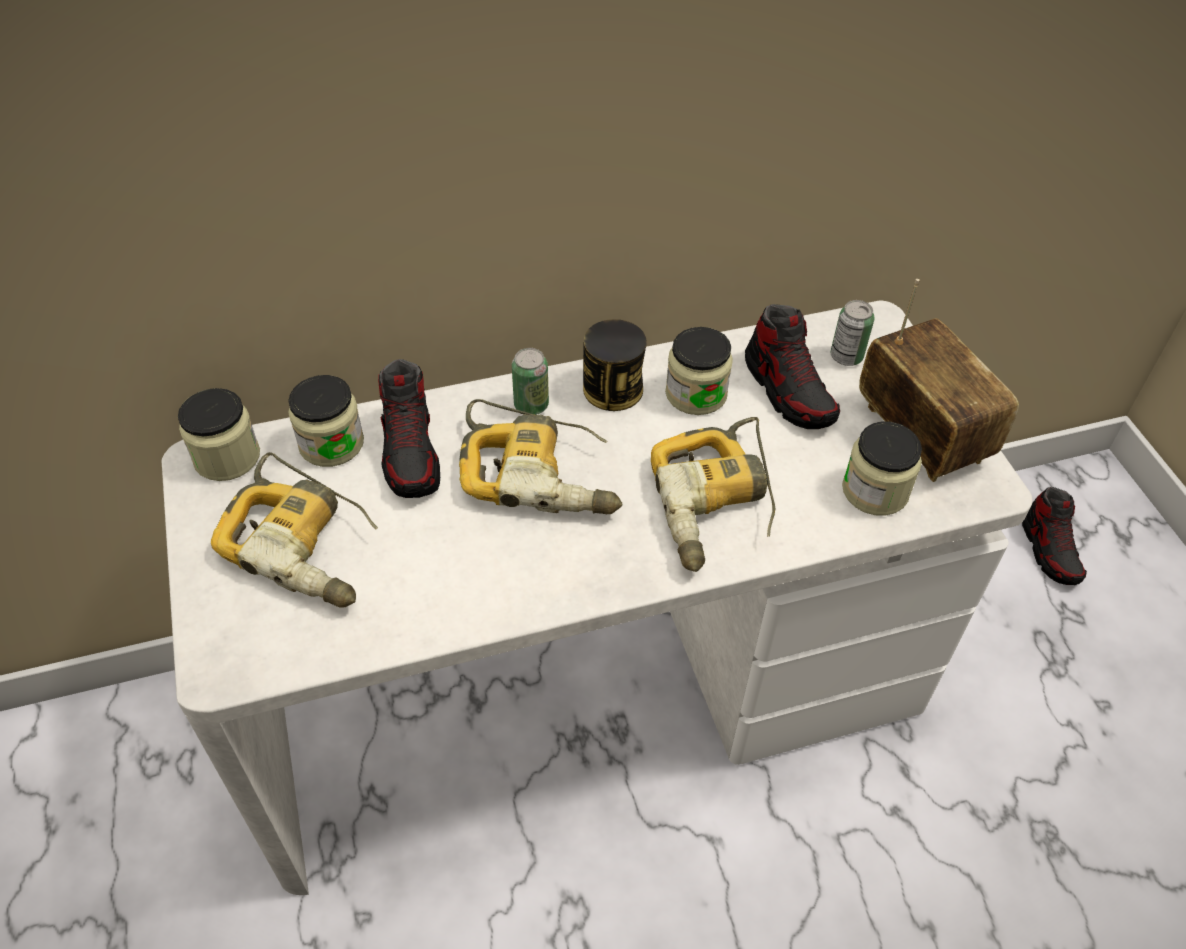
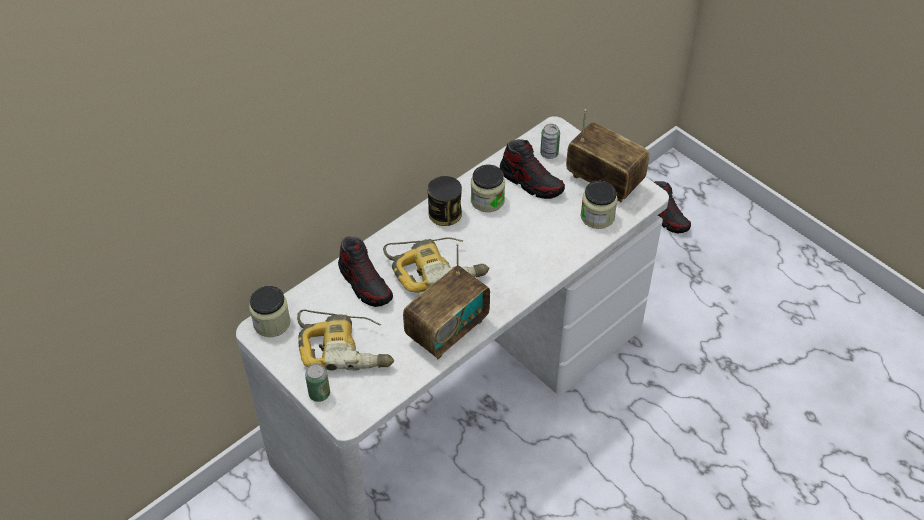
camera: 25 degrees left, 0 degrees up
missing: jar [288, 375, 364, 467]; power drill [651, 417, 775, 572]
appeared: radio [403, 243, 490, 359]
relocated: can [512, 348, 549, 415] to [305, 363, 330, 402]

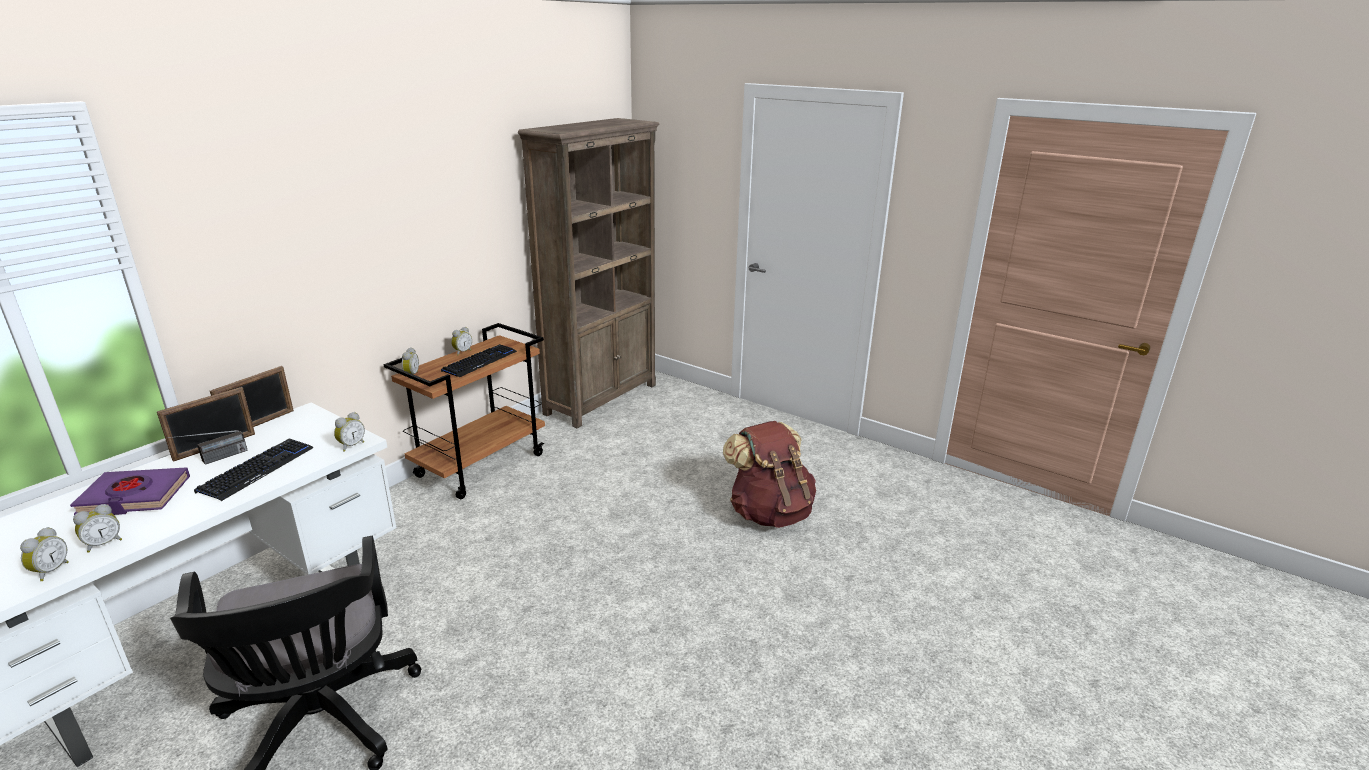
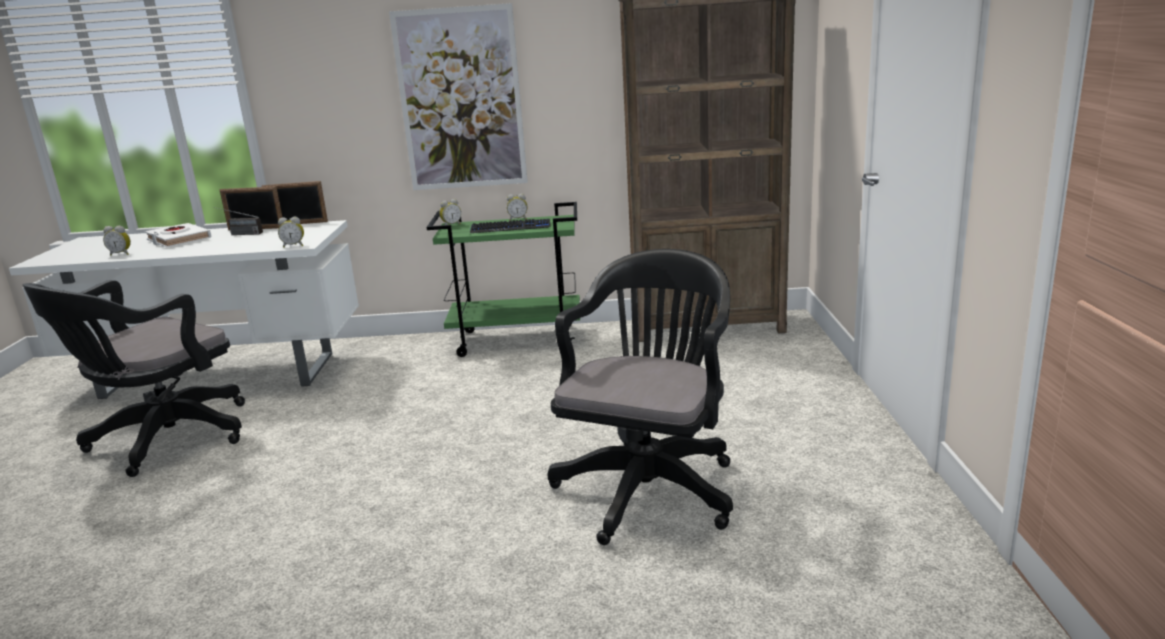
camera: 55 degrees right, 5 degrees down
missing: alarm clock [20, 527, 69, 581]; keyboard [194, 438, 314, 501]
appeared: picture [389, 3, 528, 190]
exchanged: brown backpack [723, 421, 816, 528] to black office chair [548, 249, 733, 545]
colour: purple book [70, 467, 190, 515] to white book [145, 223, 211, 247]; brown cart [383, 323, 545, 499] to green cart [426, 202, 580, 357]

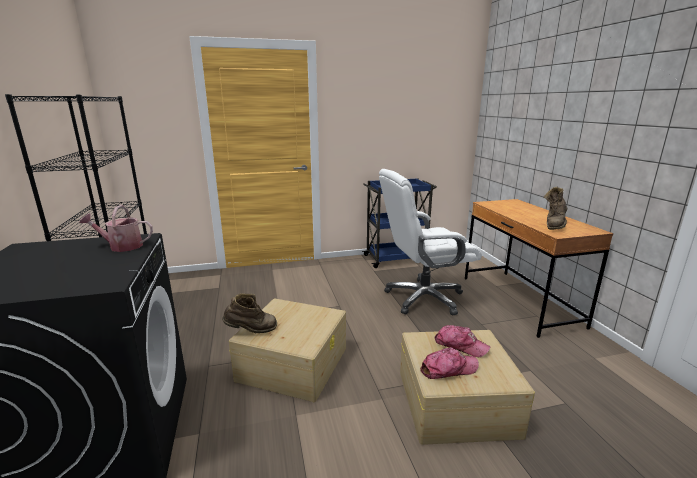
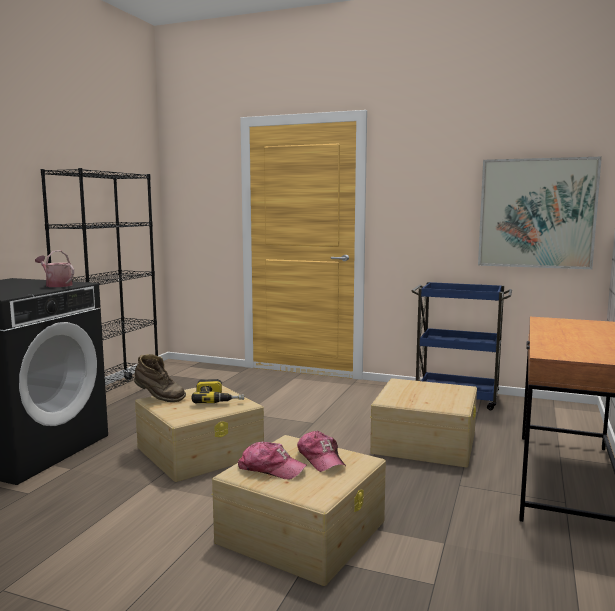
camera: 35 degrees right, 10 degrees down
missing: brown boot [544, 187, 567, 230]
appeared: power drill [191, 379, 244, 403]; picture [478, 157, 602, 269]
exchanged: white office chair [379, 169, 482, 316] to beige storage box [370, 378, 477, 467]

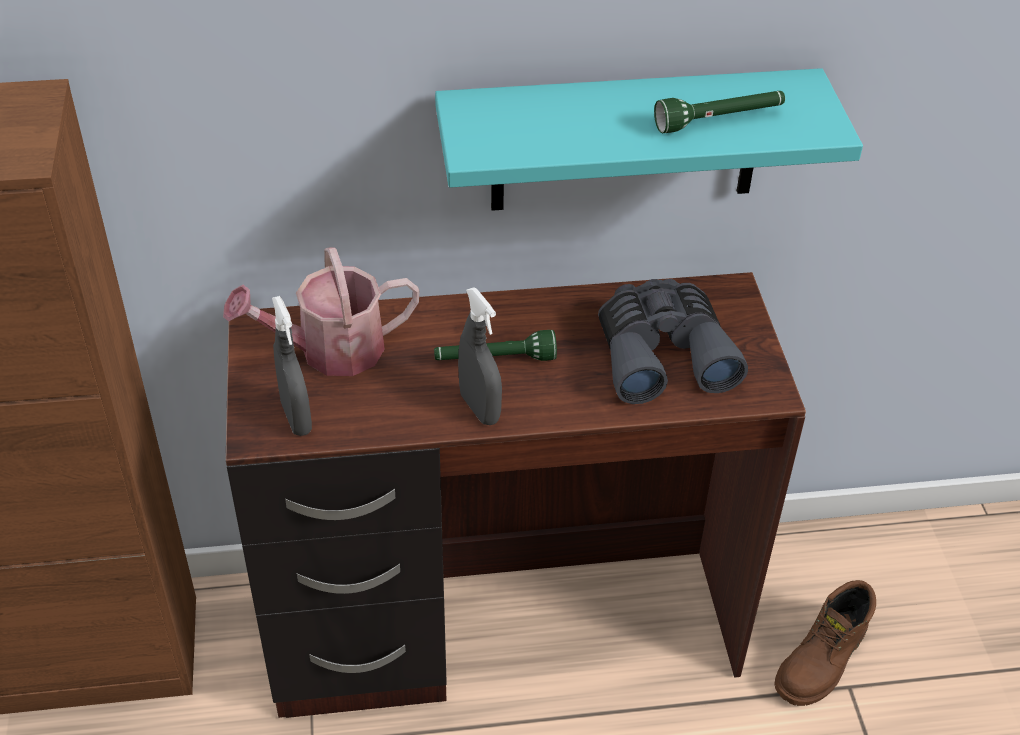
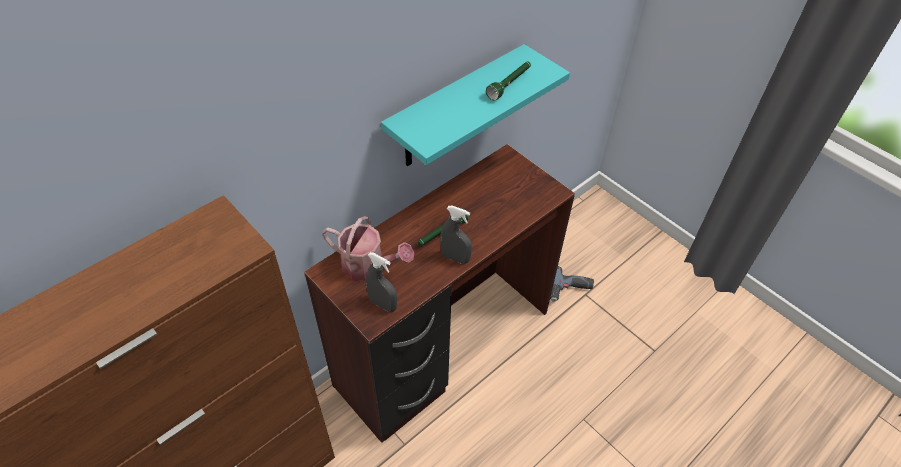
camera: 35 degrees left, 5 degrees up
missing: grey binoculars [598, 279, 748, 404]
exchanged: brown boot [774, 580, 876, 706] to power drill [550, 266, 594, 302]
spun: watering can [223, 247, 419, 376] = [322, 216, 414, 281] 105 degrees counterclockwise

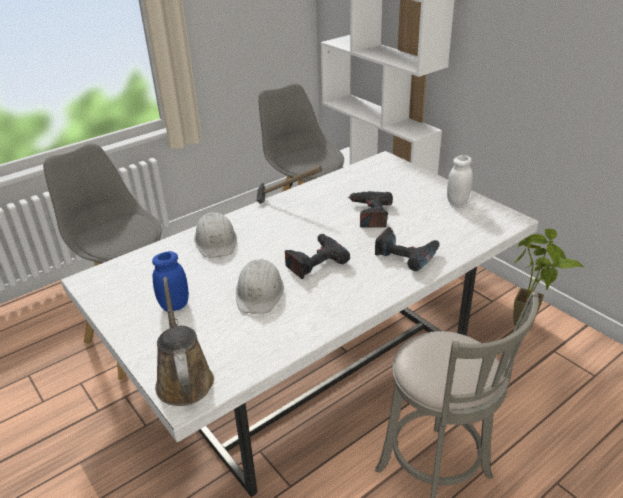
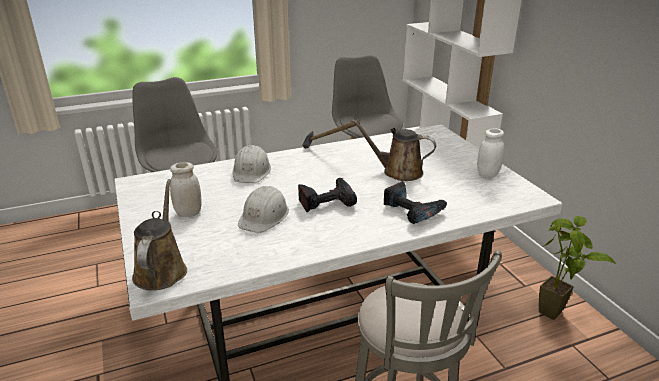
camera: 15 degrees right, 5 degrees down
exchanged: power drill [348, 191, 393, 228] to brown watering can [351, 119, 436, 181]
colour: blue jar [152, 251, 189, 311] to white jar [170, 162, 202, 217]

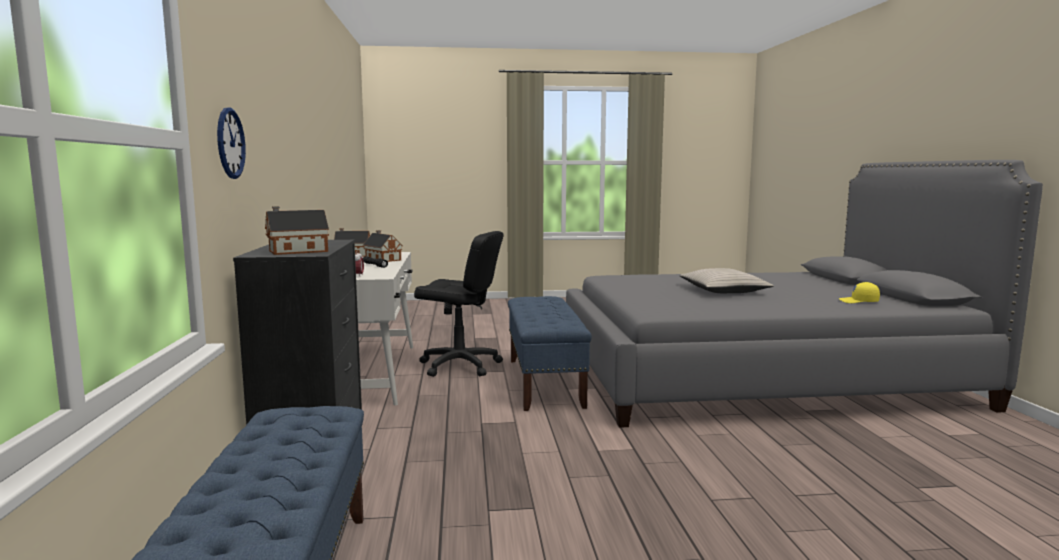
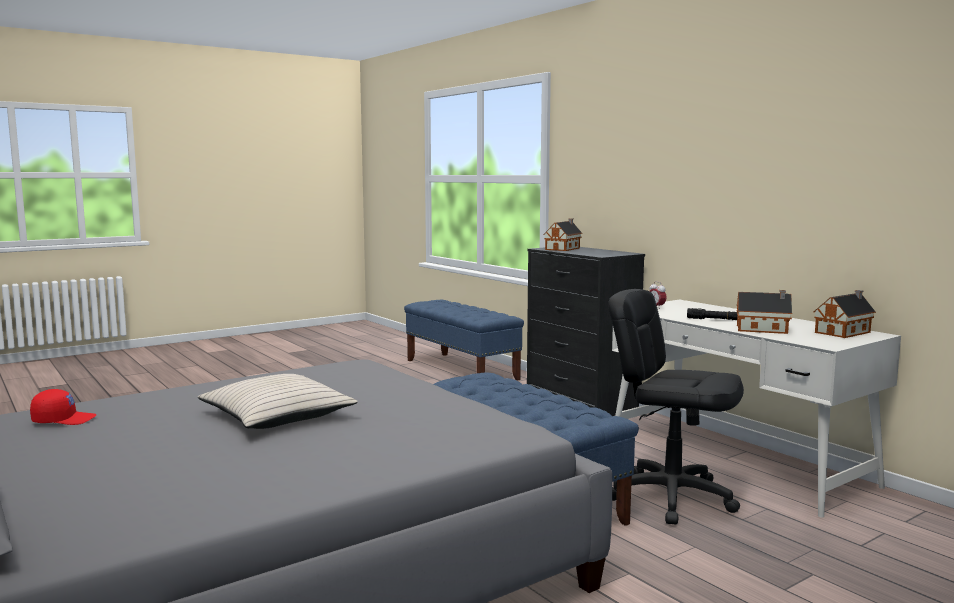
camera: 150 degrees right, 0 degrees up
missing: wall clock [217, 107, 246, 179]
colour: yellow cap [839, 282, 880, 303] to red cap [30, 389, 97, 425]
spun: black office chair [414, 231, 503, 377] = [608, 289, 744, 525] 45 degrees clockwise

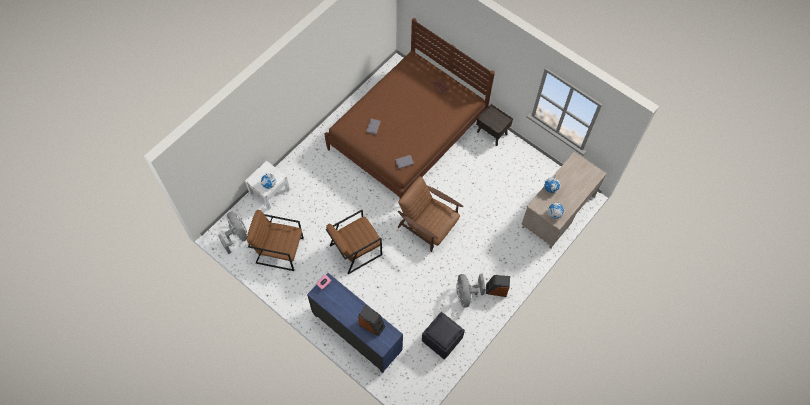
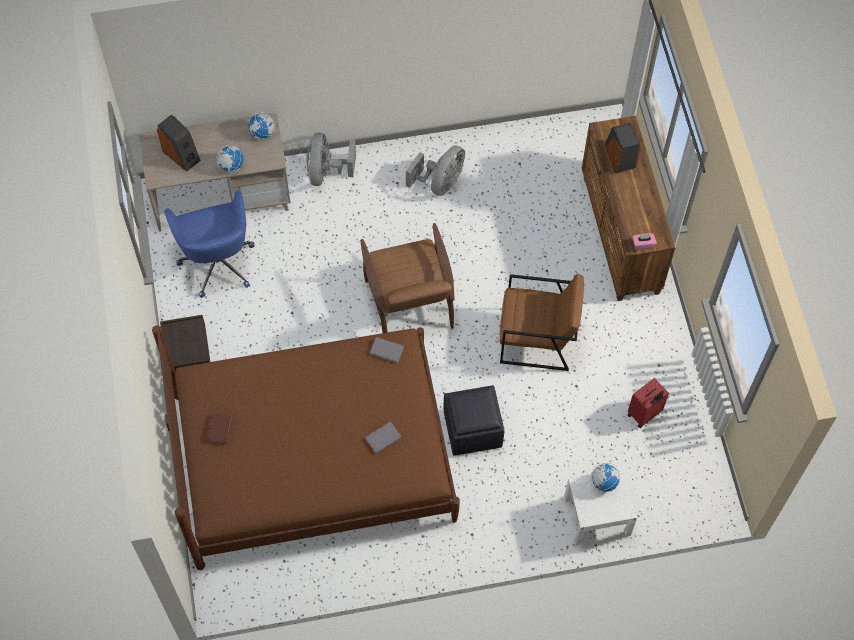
camera: 140 degrees left, 0 degrees up
appeared: blue office chair [164, 191, 255, 298]
relocated: grey fan [218, 212, 248, 254] to [306, 132, 356, 186]; black ottoman [422, 312, 465, 360] to [444, 385, 504, 456]; speaker [486, 275, 510, 297] to [157, 114, 201, 171]
exchanged: brown armchair [247, 210, 304, 271] to red suitcase [627, 378, 669, 428]
colour: blue dresser [307, 273, 403, 373] to brown dresser [582, 116, 675, 301]

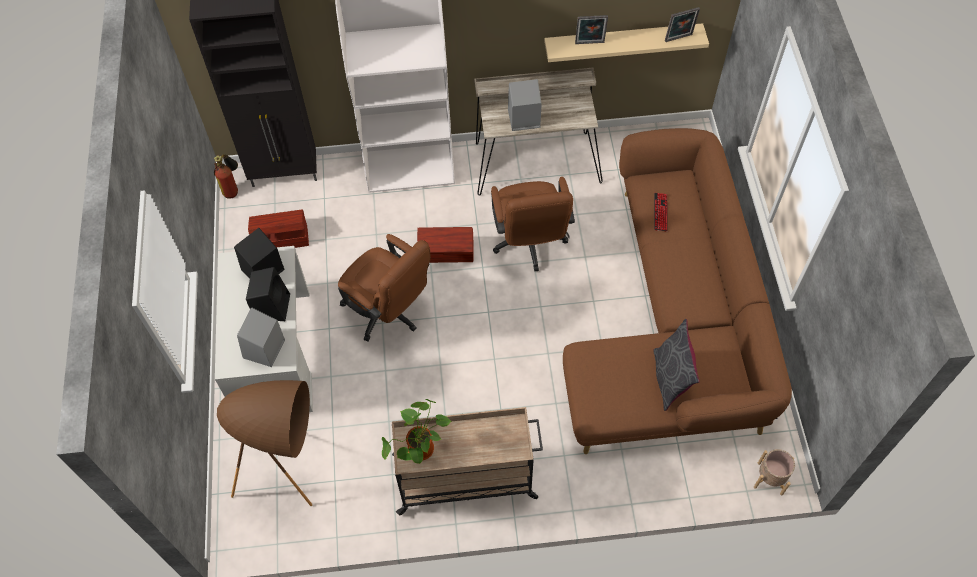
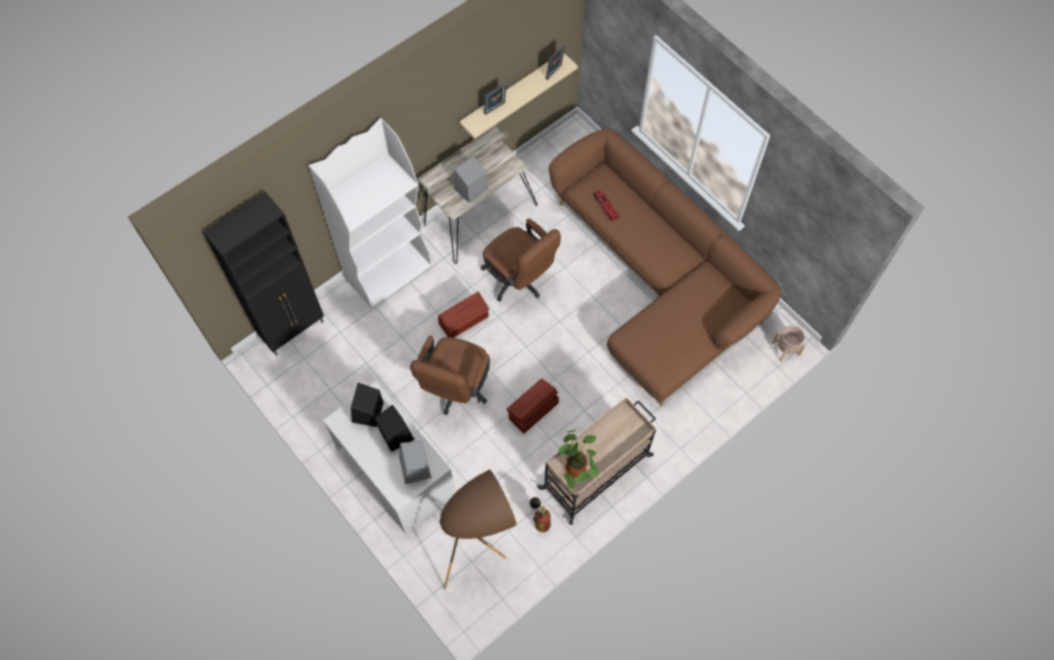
camera: 35 degrees left, 5 degrees up
missing: grey pillow [653, 319, 700, 411]
relocated: fire extinguisher [214, 154, 238, 199] to [530, 497, 551, 532]; brown storage box [248, 209, 309, 248] to [507, 378, 559, 434]
spun: brown office chair [338, 234, 431, 341] = [410, 335, 490, 415] 105 degrees clockwise

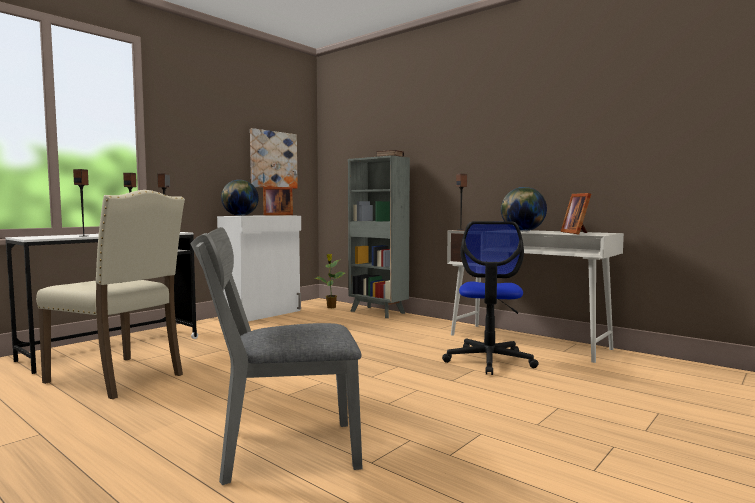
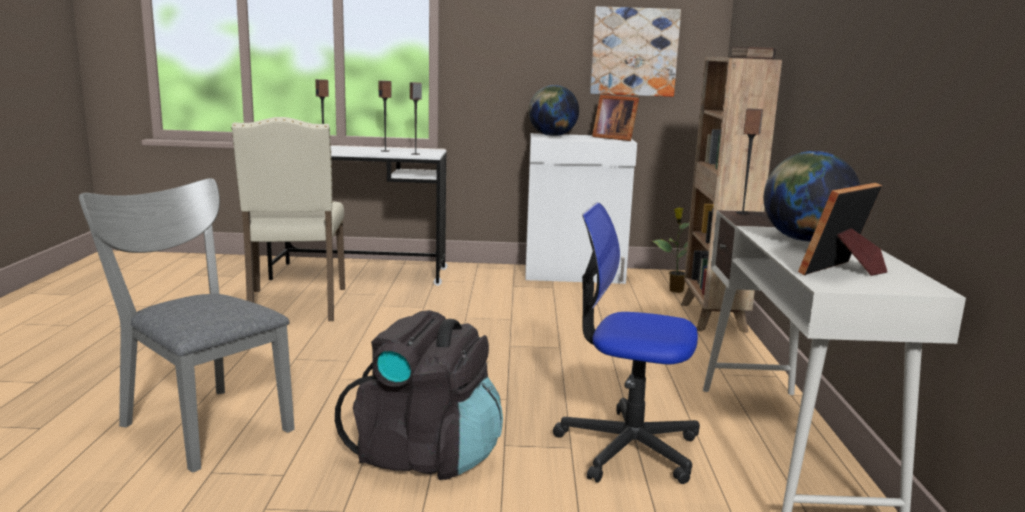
camera: 50 degrees right, 10 degrees up
appeared: black backpack [335, 310, 503, 480]
colour: grey bookcase [348, 155, 410, 318] to brown bookcase [681, 57, 782, 333]
spun: office chair [442, 221, 539, 375] = [553, 203, 700, 484] 45 degrees clockwise

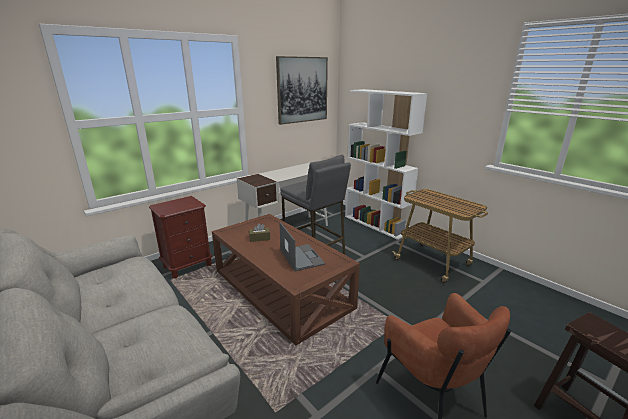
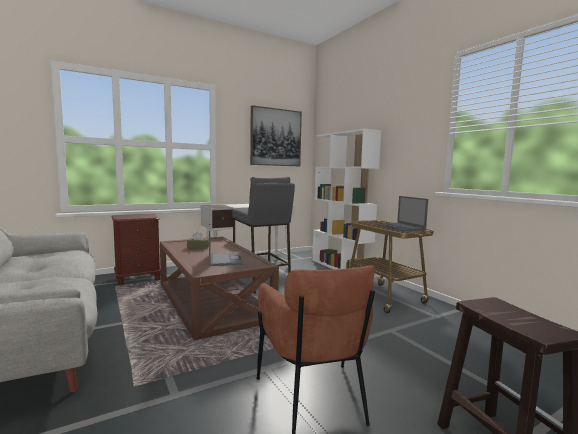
camera: 10 degrees right, 15 degrees down
appeared: laptop [376, 196, 428, 231]

